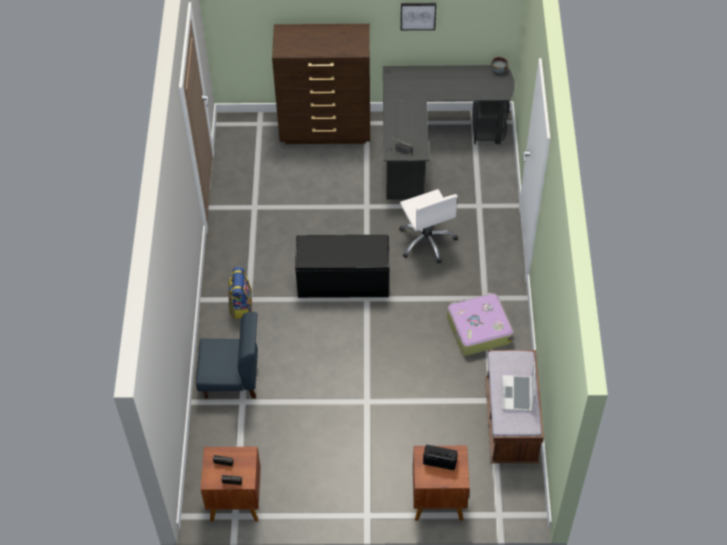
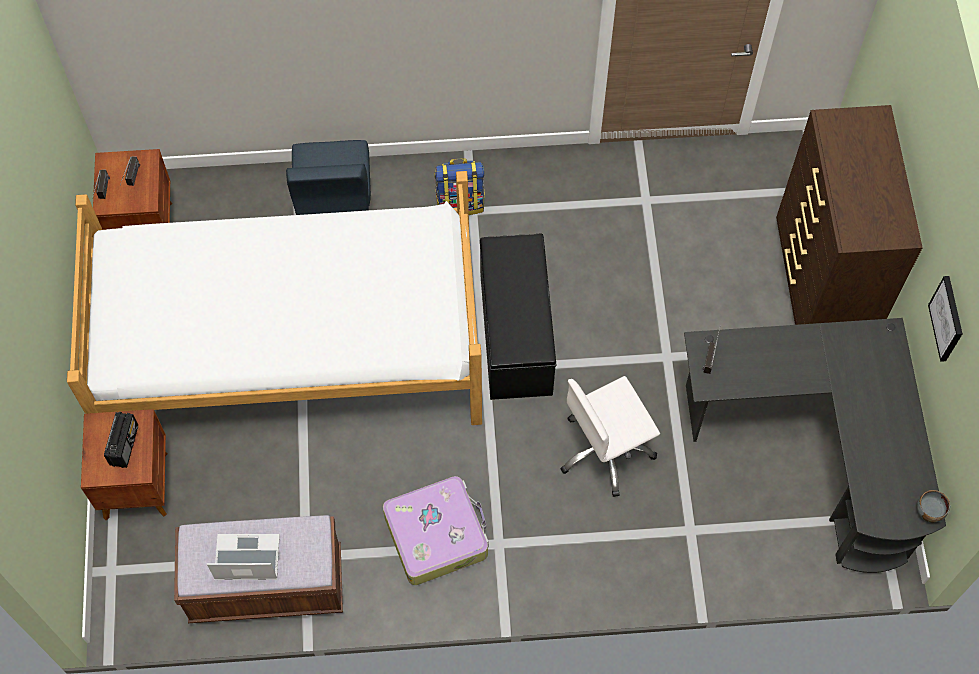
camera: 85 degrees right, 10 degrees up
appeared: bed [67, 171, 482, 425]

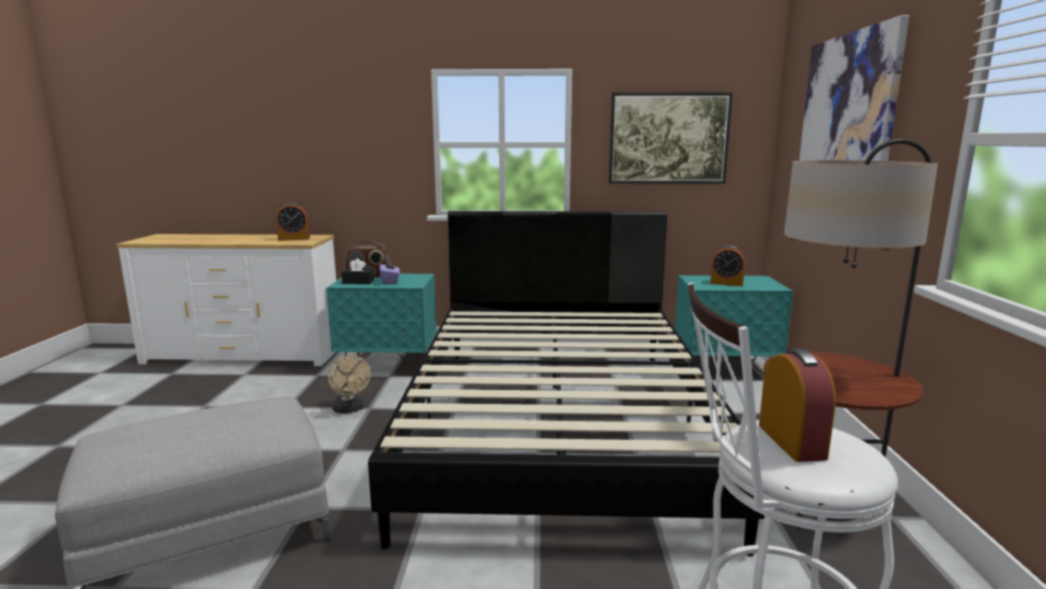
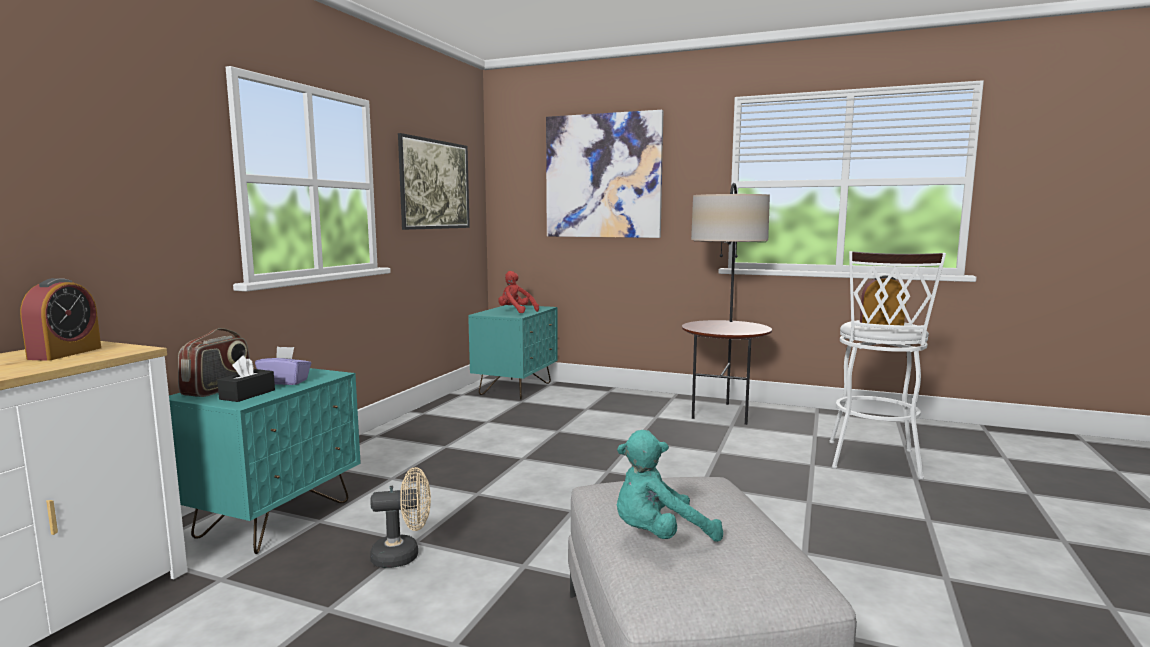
camera: 70 degrees left, 5 degrees down
missing: black bed [368, 211, 765, 556]
appeared: turquoise plush toy [617, 430, 723, 542]
exchanged: alarm clock [710, 245, 745, 286] to red plush toy [498, 271, 539, 313]

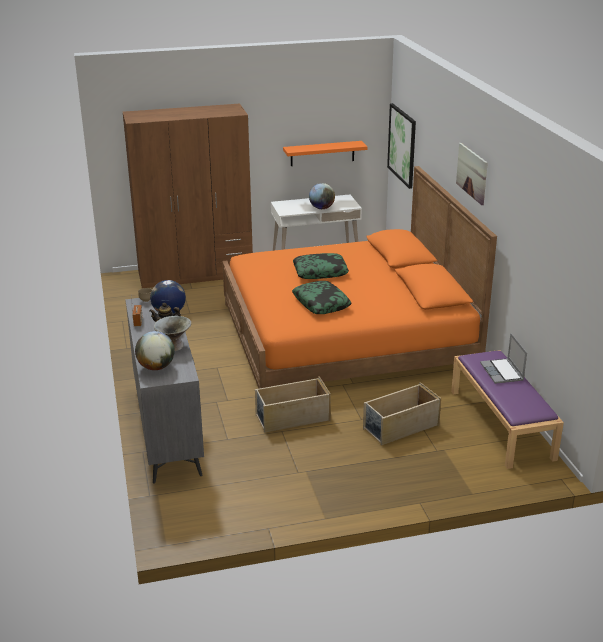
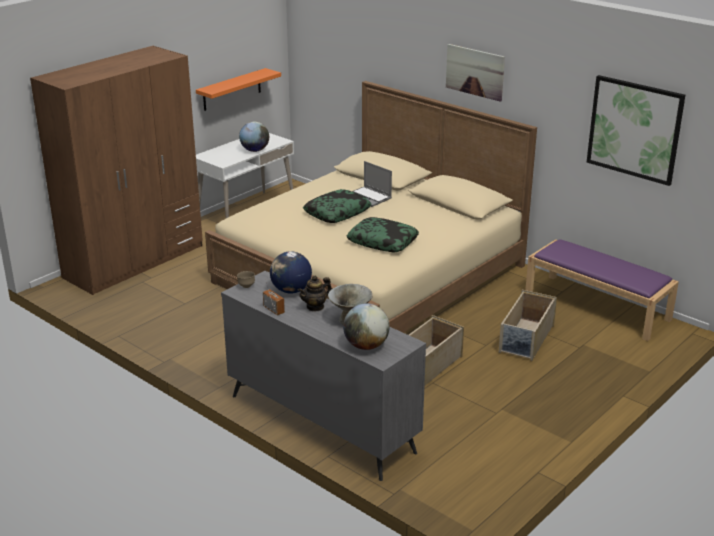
camera: 35 degrees left, 0 degrees up
relocated: picture [387, 103, 416, 189] to [587, 75, 685, 186]; laptop [480, 333, 527, 384] to [352, 161, 392, 207]
colour: orange bed [222, 166, 497, 389] to beige bed [205, 81, 537, 333]

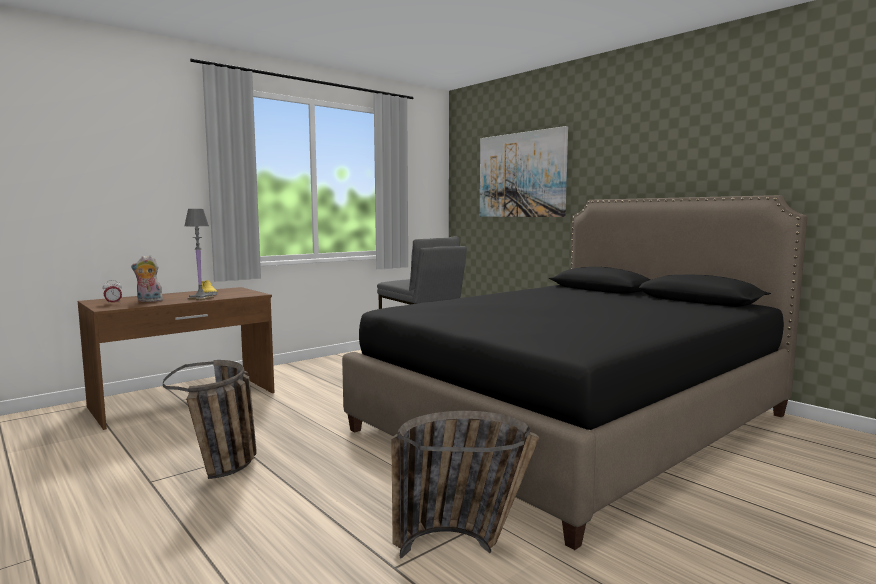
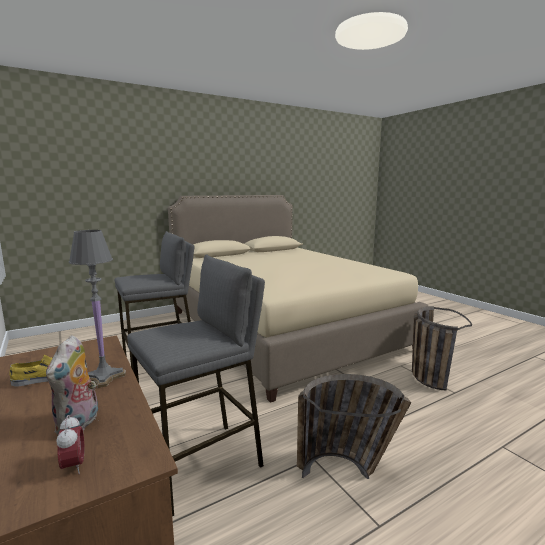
camera: 80 degrees left, 5 degrees up
missing: picture [480, 126, 568, 217]
appeared: grey stool [127, 255, 265, 517]
colour: black bed [342, 195, 807, 550] to beige bed [168, 195, 428, 403]

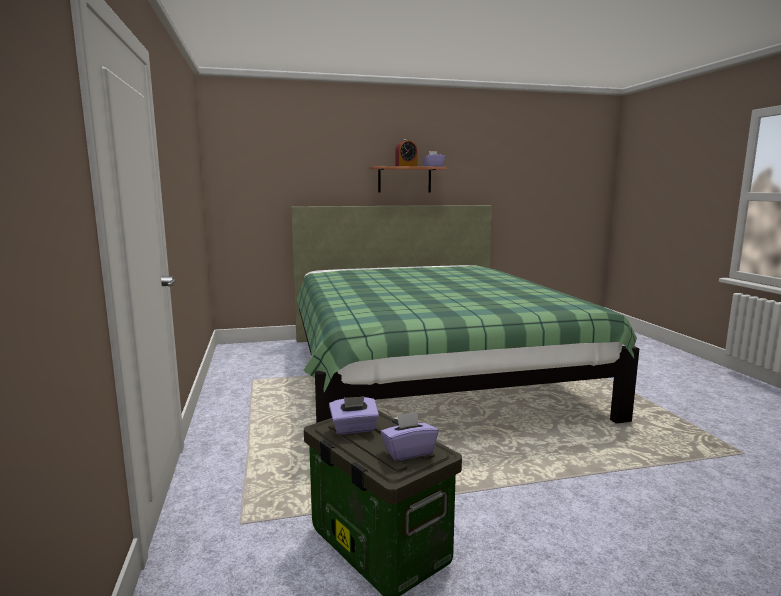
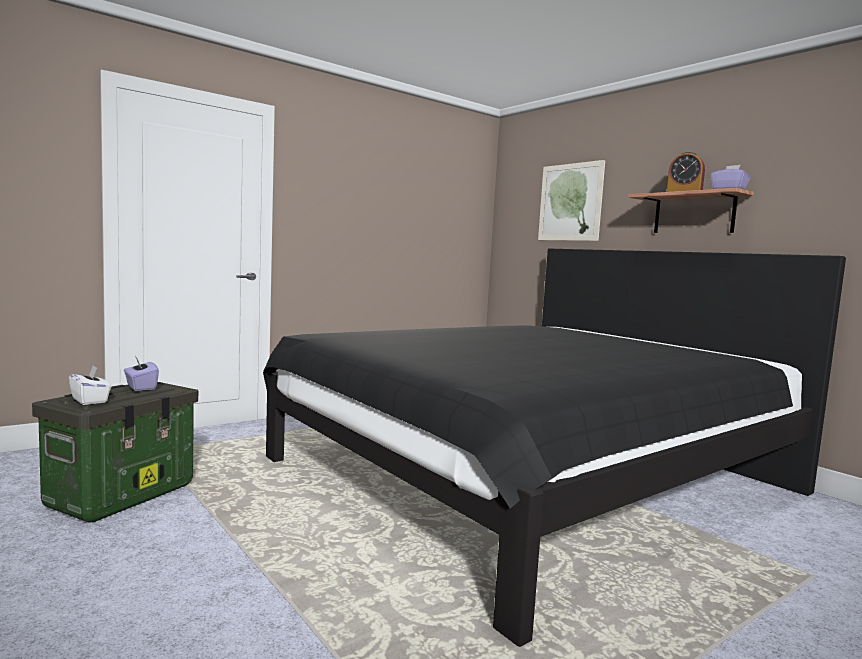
camera: 65 degrees right, 5 degrees down
appeared: picture [538, 160, 605, 241]
colour: green bed [291, 205, 639, 423] to black bed [263, 249, 846, 647]; purple tissue box [381, 412, 438, 461] to white tissue box [69, 366, 111, 405]

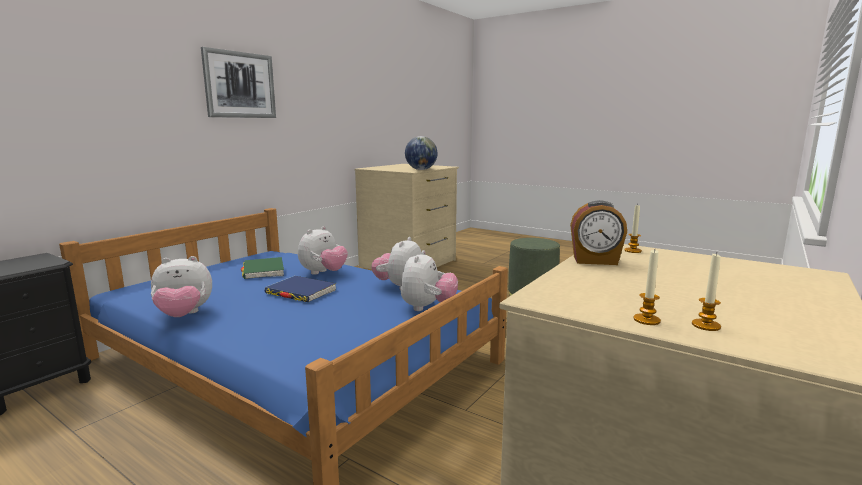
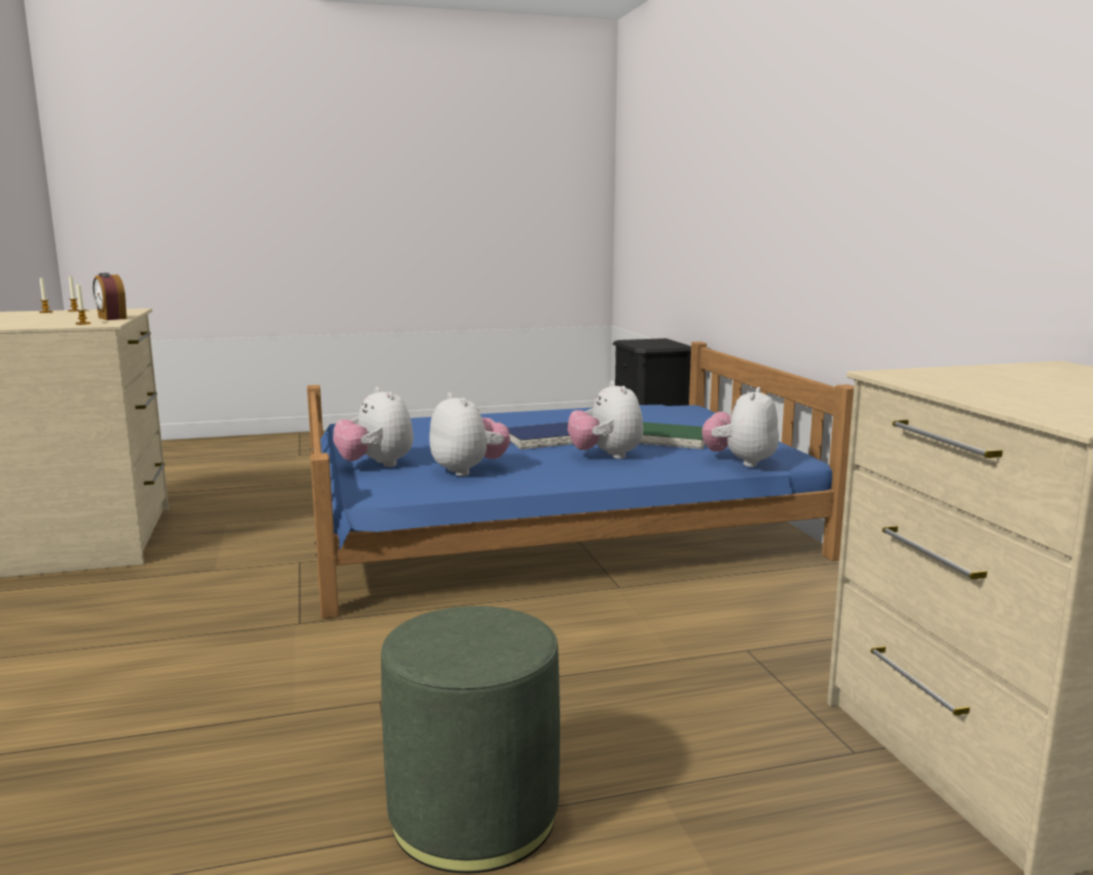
camera: 130 degrees right, 0 degrees up
missing: picture [201, 47, 276, 118]; globe [405, 136, 437, 170]
relocated: plush toy [151, 256, 212, 317] to [702, 387, 779, 467]
spun: alarm clock [570, 200, 627, 265] = [93, 273, 127, 320] 90 degrees counterclockwise

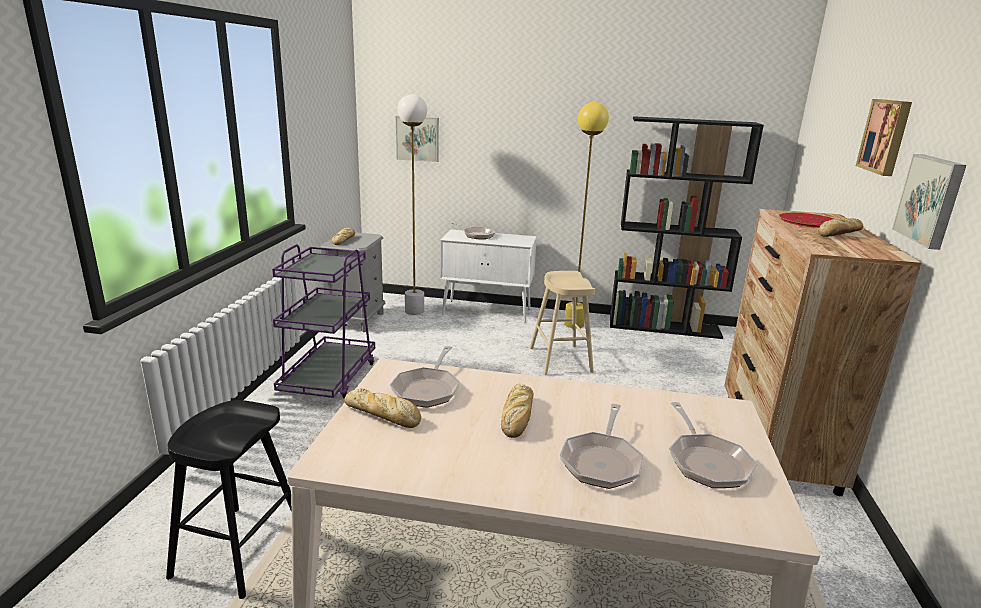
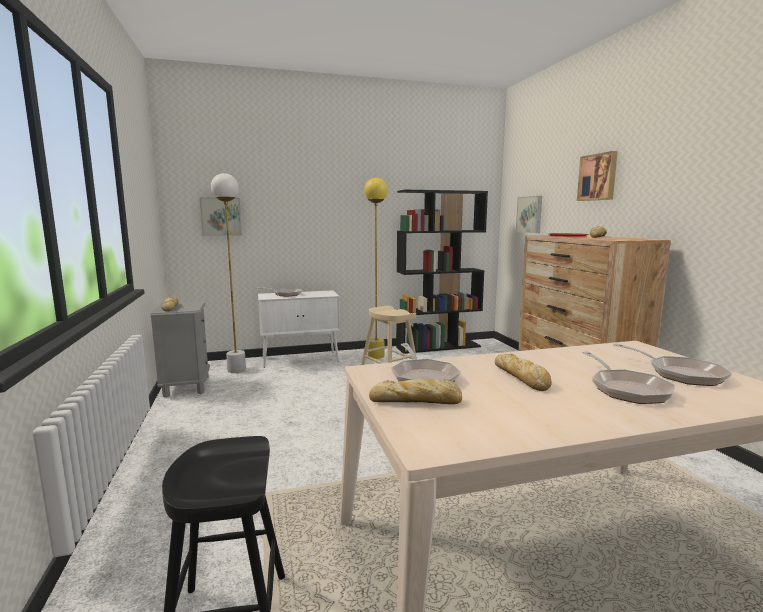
camera: 25 degrees left, 10 degrees down
missing: purple cart [272, 244, 375, 399]
relocated: picture [892, 154, 966, 250] to [516, 196, 542, 233]

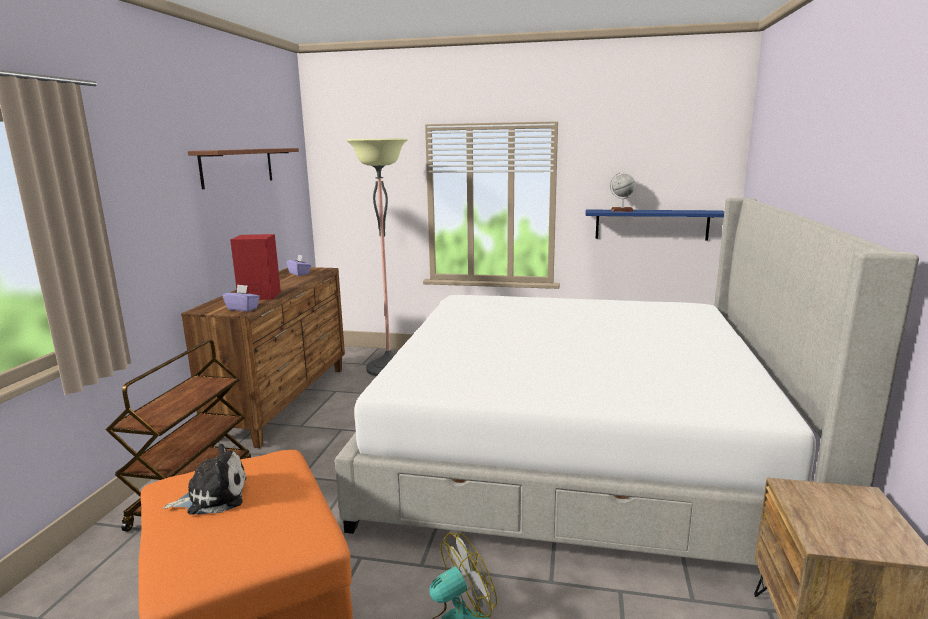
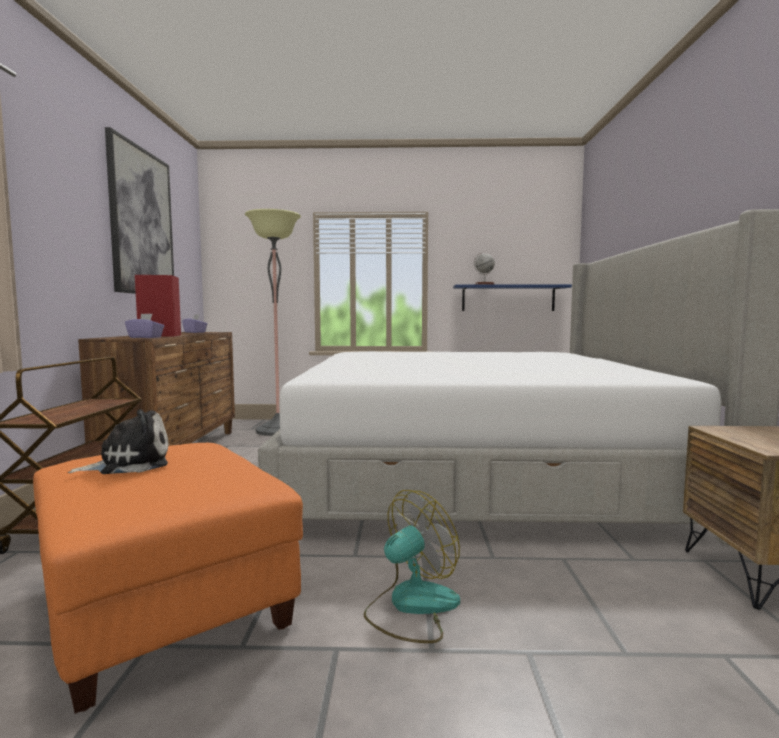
camera: 10 degrees left, 10 degrees down
exchanged: brown shelf [188, 148, 299, 189] to picture [105, 127, 174, 294]

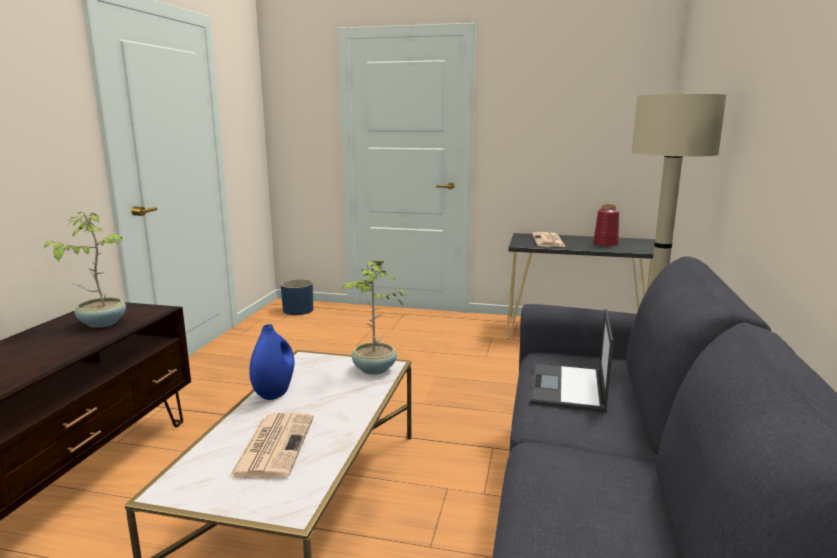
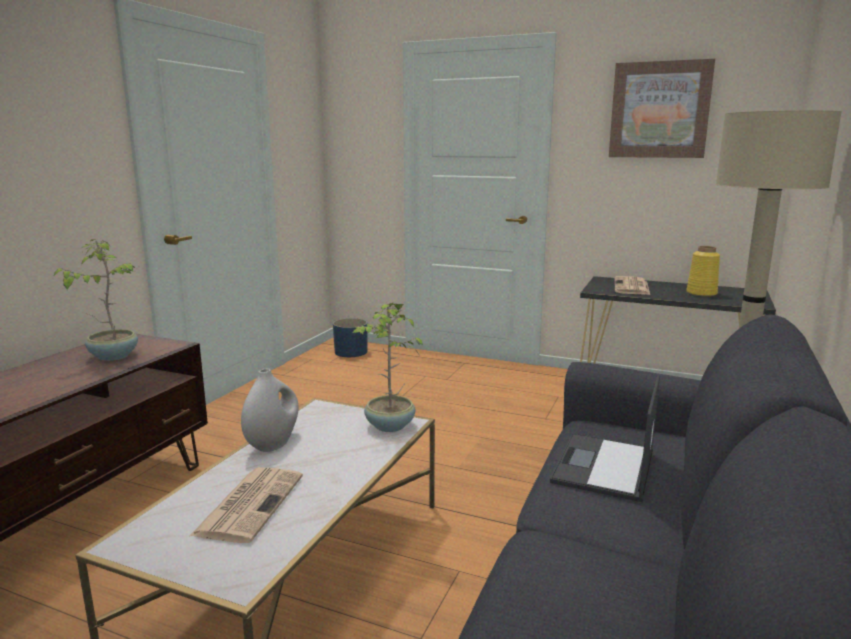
camera: 10 degrees right, 0 degrees up
appeared: picture [609, 59, 715, 158]
colour: blue vase [249, 324, 294, 400] to white vase [241, 368, 298, 452]; red vase [593, 204, 619, 246] to yellow vase [686, 246, 720, 297]

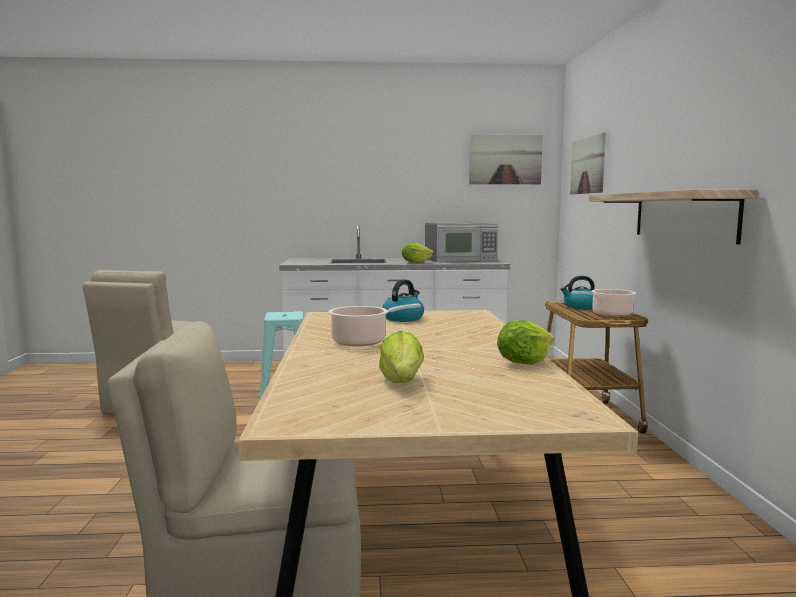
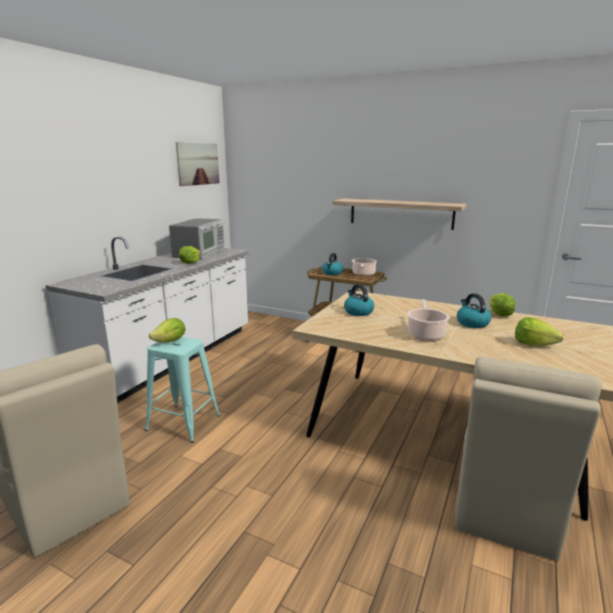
camera: 60 degrees left, 10 degrees up
missing: picture [570, 133, 606, 194]
appeared: lettuce [149, 318, 185, 343]; kettle [457, 293, 491, 328]

